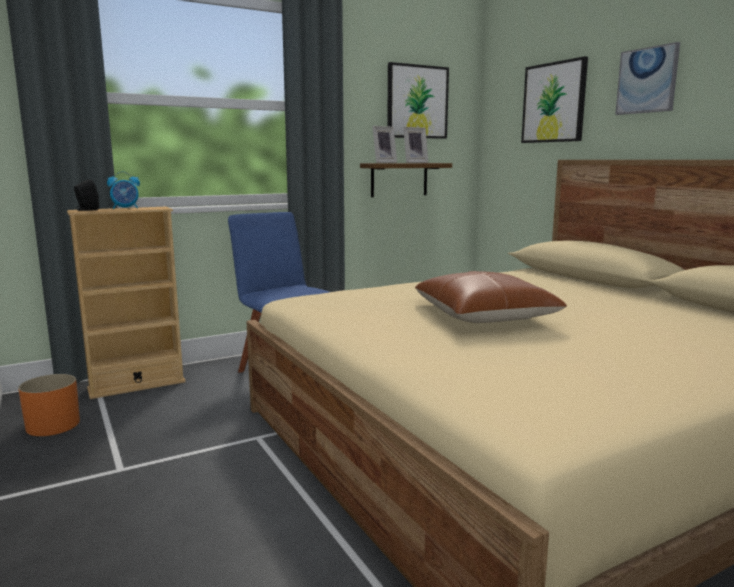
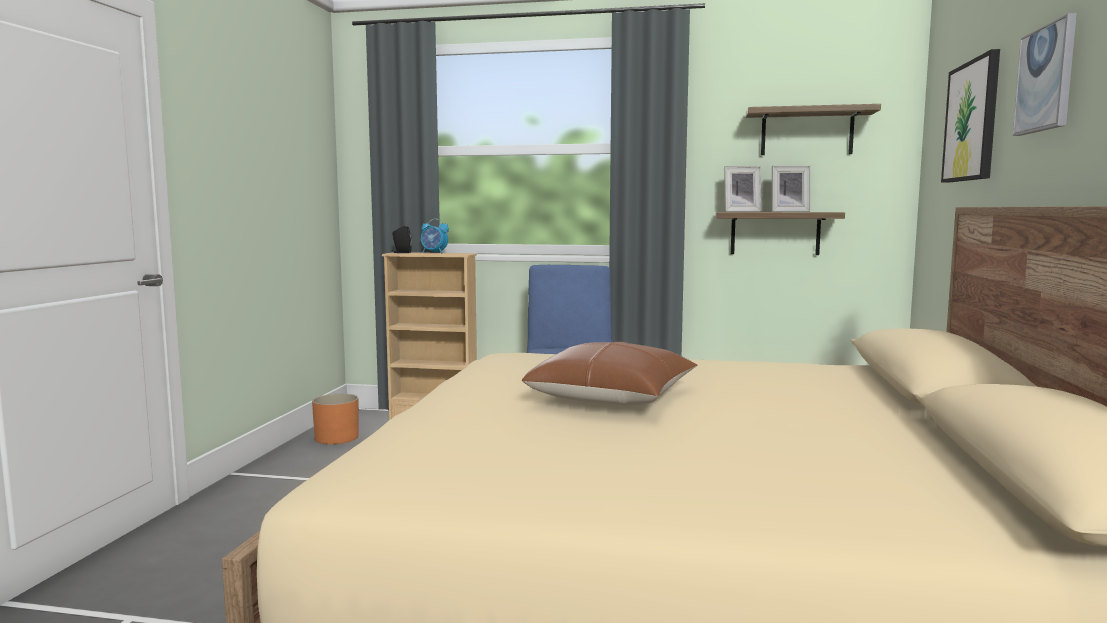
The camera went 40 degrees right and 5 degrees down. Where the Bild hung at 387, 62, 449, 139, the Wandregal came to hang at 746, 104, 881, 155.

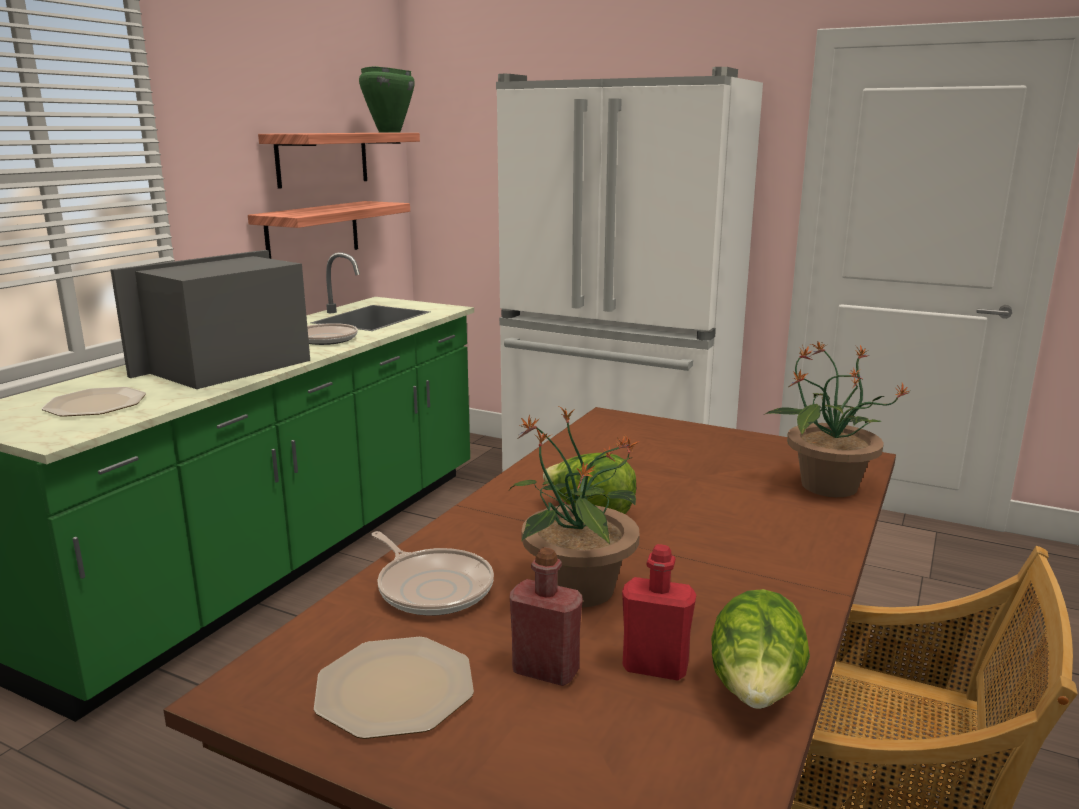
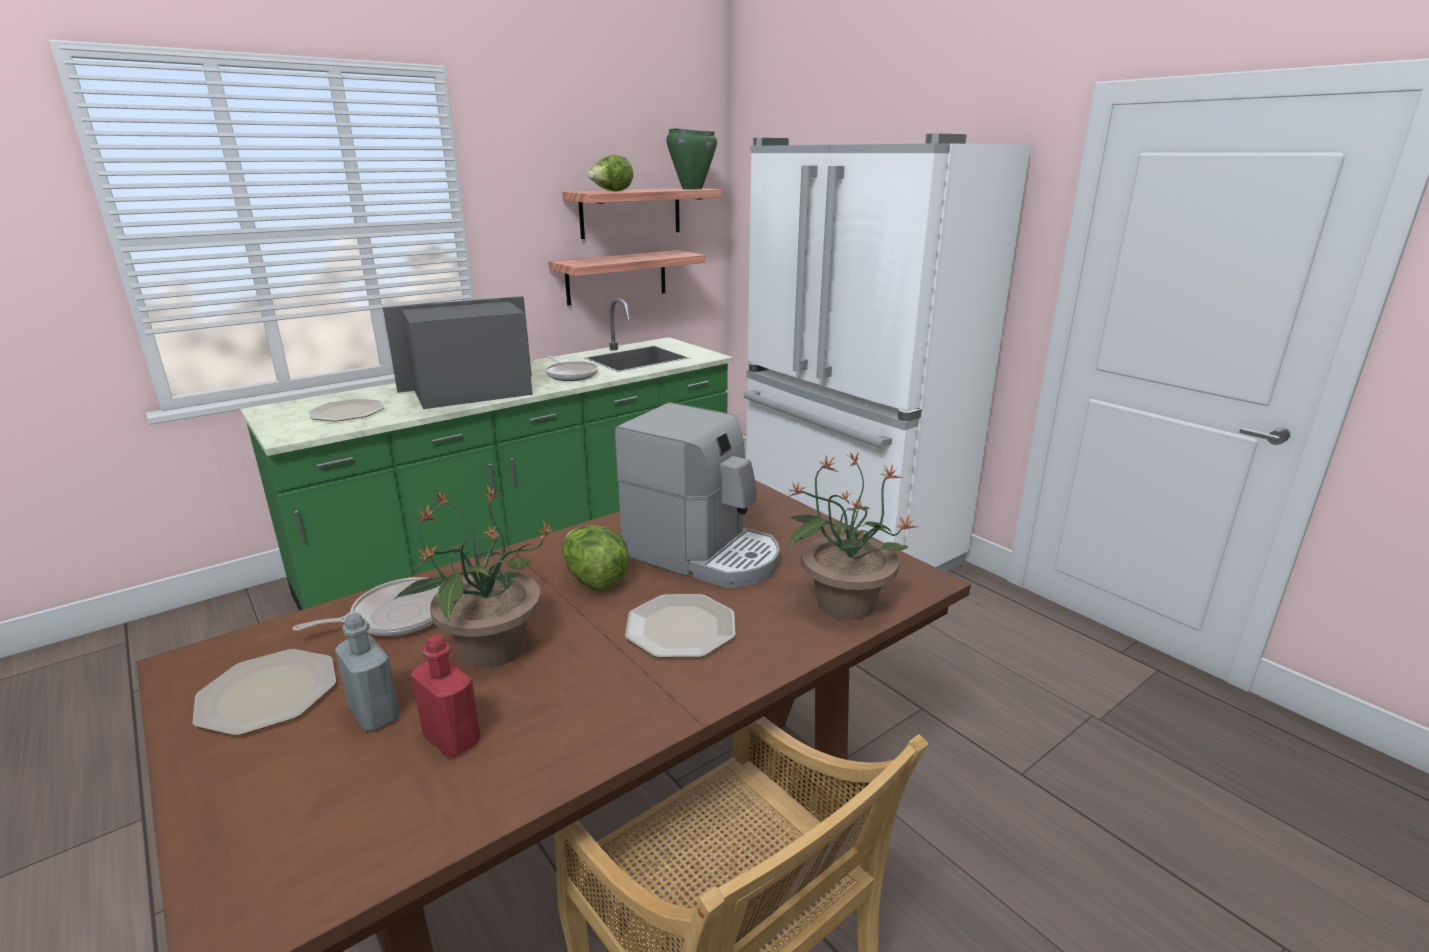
The camera went 25 degrees right and 5 degrees up. The second view gained the Kaffeemaschine at 615, 402, 780, 588. The second view gained the Teller at 625, 594, 736, 658. The Salatkopf ended up elsewhere, having gone from 711, 589, 810, 709 to 588, 155, 633, 192. What was the Flasche (rot) at 510, 547, 583, 686 turned into the Flasche (grau) at 335, 613, 400, 731. The Pfanne at 372, 531, 494, 616 ended up facing another way, 105 degrees counterclockwise from before.

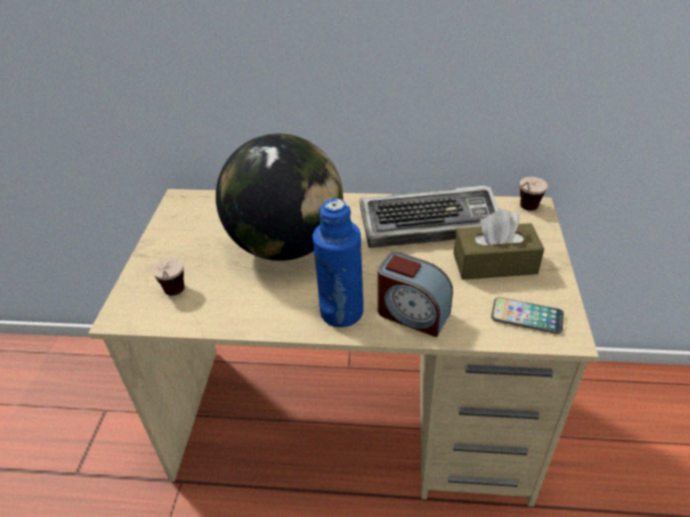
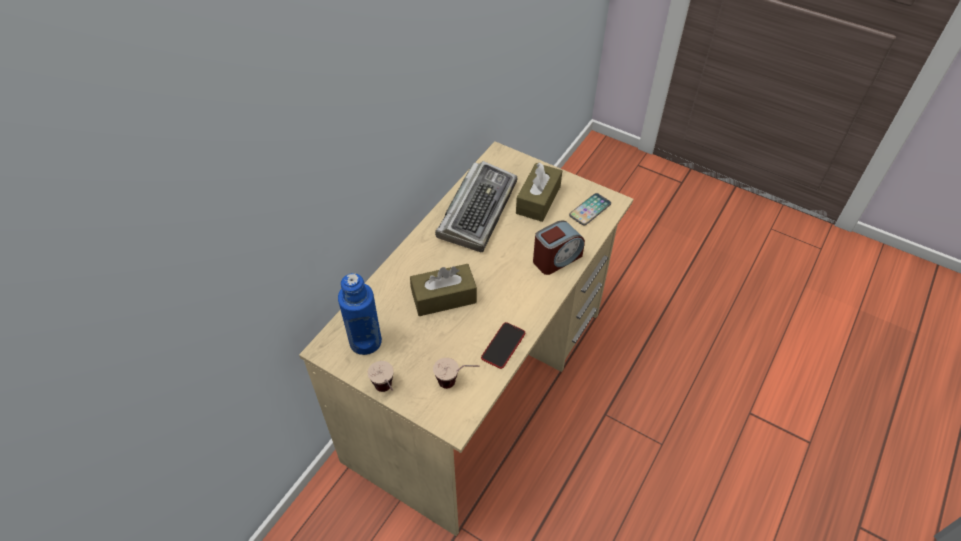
The camera went 65 degrees left and 10 degrees up. The second view gained the Handy at 481, 322, 525, 369. The Flasche (blau) ended up elsewhere, having gone from 313, 198, 363, 327 to 338, 273, 382, 355. The Tasse ended up elsewhere, having gone from 520, 177, 548, 211 to 368, 361, 394, 392. Where the Globus stood at 216, 134, 343, 261, the Taschentuchbox (braun) came to stand at 410, 264, 477, 316.

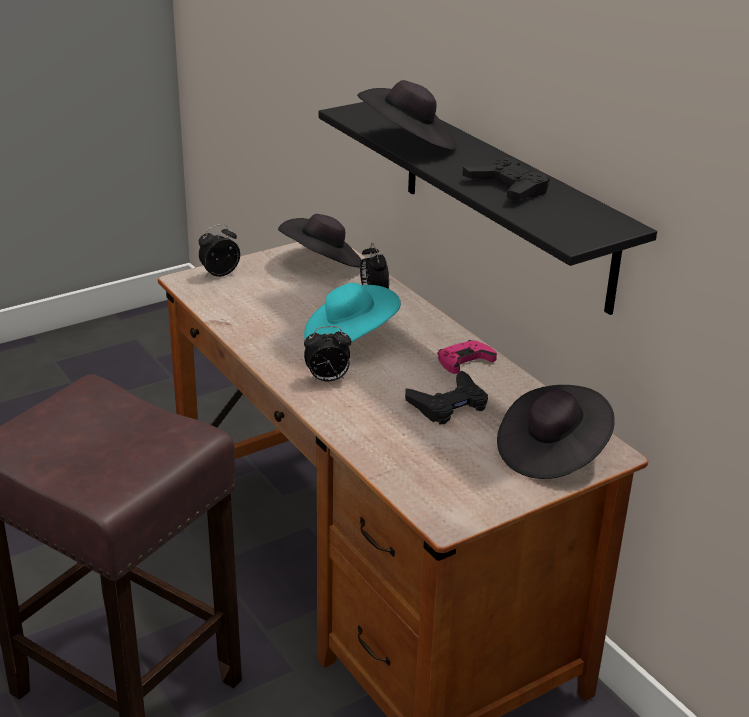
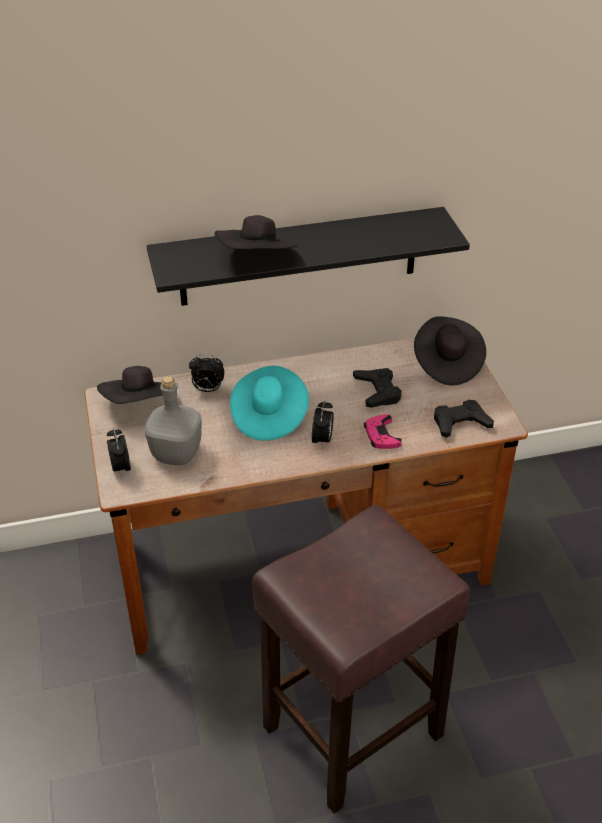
The camera went 70 degrees left and 10 degrees up. The second view gained the Flasche (grau) at 145, 376, 202, 465. The Gamepad (rosa) ended up elsewhere, having gone from 438, 340, 497, 374 to 364, 414, 402, 449. The Gamepad (schwarz) ended up elsewhere, having gone from 462, 157, 550, 200 to 434, 400, 494, 438.

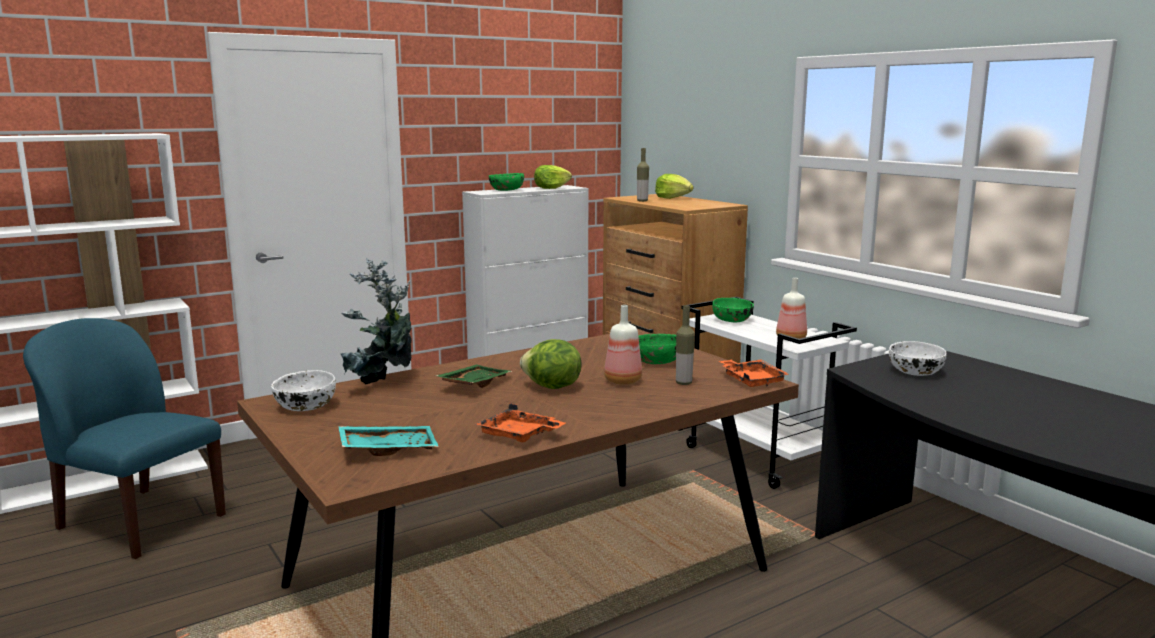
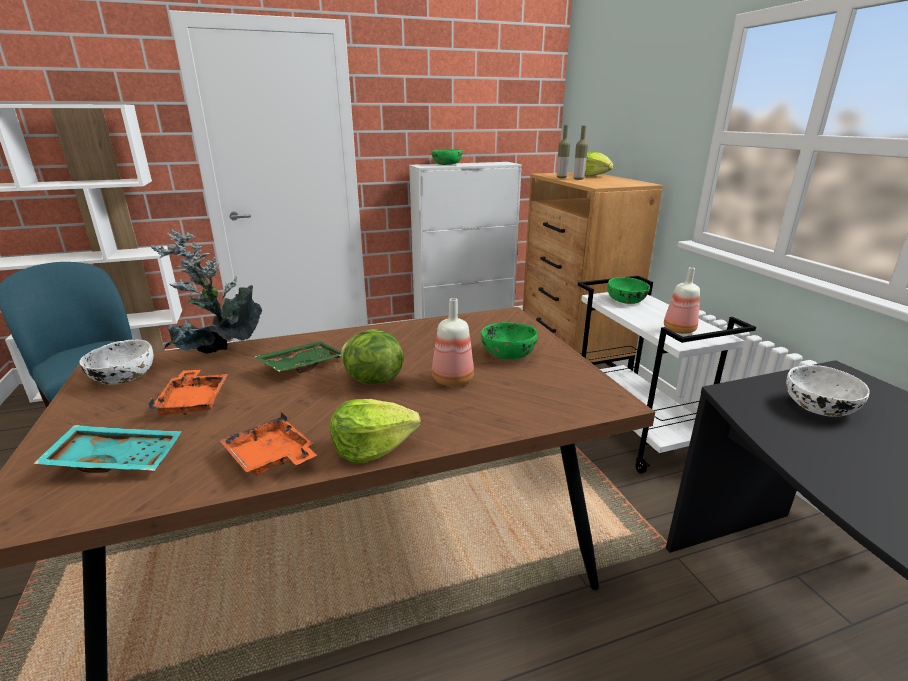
The camera went 15 degrees right and 10 degrees up. The Salatkopf ended up elsewhere, having gone from 534, 165, 572, 189 to 330, 399, 421, 463. The Flasche ended up elsewhere, having gone from 676, 305, 695, 385 to 574, 126, 588, 180. The Tablett (orange) ended up elsewhere, having gone from 719, 359, 789, 387 to 148, 370, 228, 415.

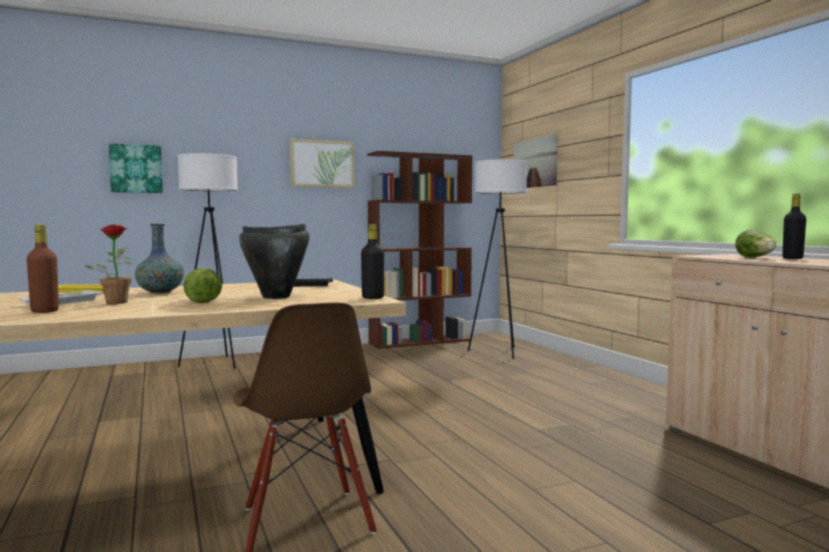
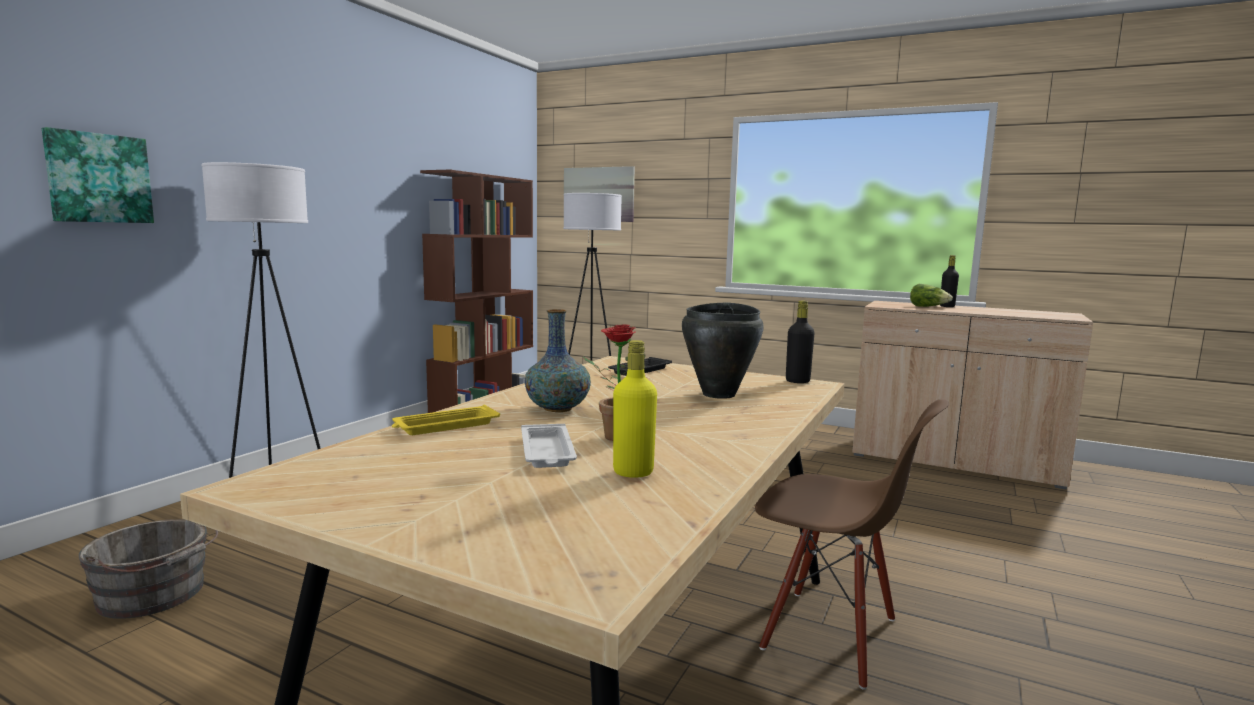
The camera went 40 degrees left and 5 degrees up. The second view lost the Salatkopf at 183, 268, 222, 303. The second view lost the Bild at 290, 139, 354, 188. The second view gained the Eimer (grau) at 79, 519, 218, 619. What was the Flasche (braun) at 27, 225, 59, 313 turned into the Flasche (gelb) at 613, 340, 657, 478.

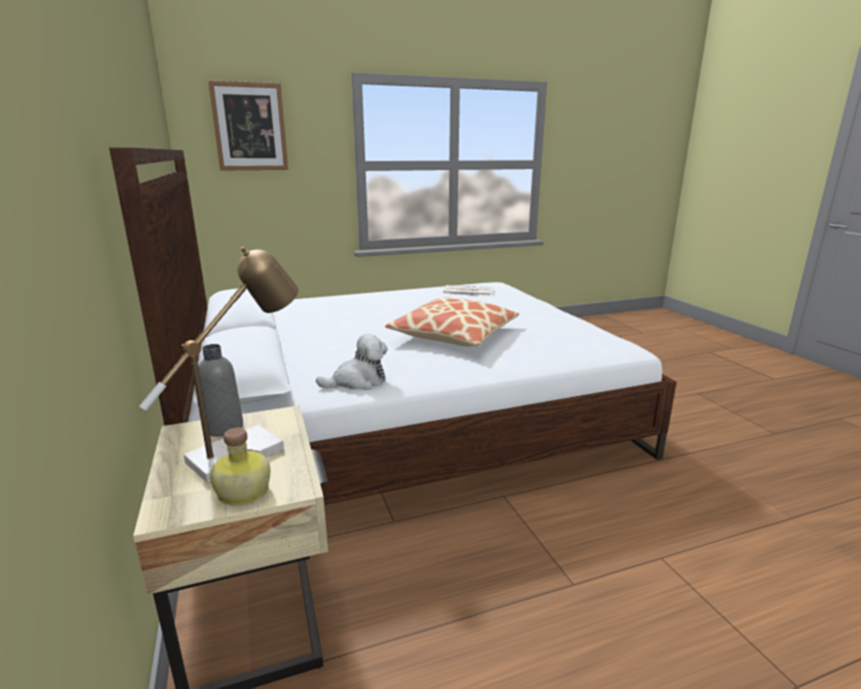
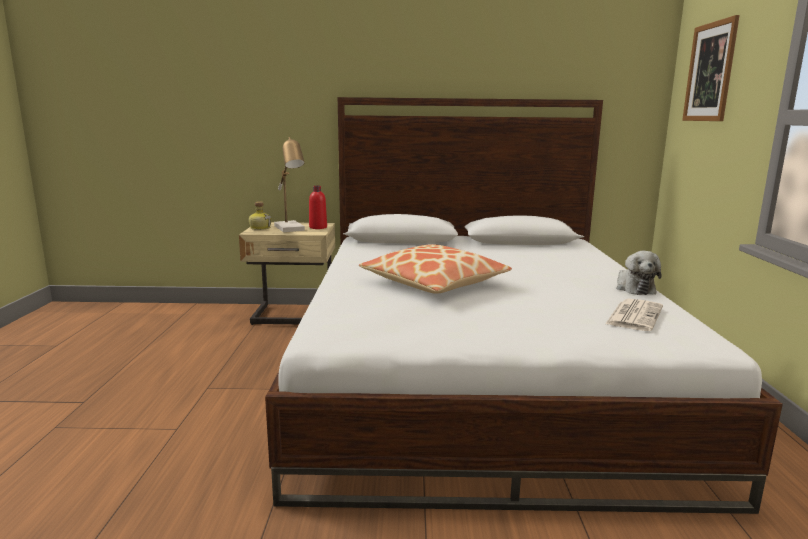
The camera went 110 degrees right and 5 degrees down. The Plüschtier ended up elsewhere, having gone from 316, 334, 388, 390 to 616, 251, 662, 295. What was the Flasche (grau) at 198, 344, 243, 437 turned into the Flasche (rot) at 309, 186, 327, 229.

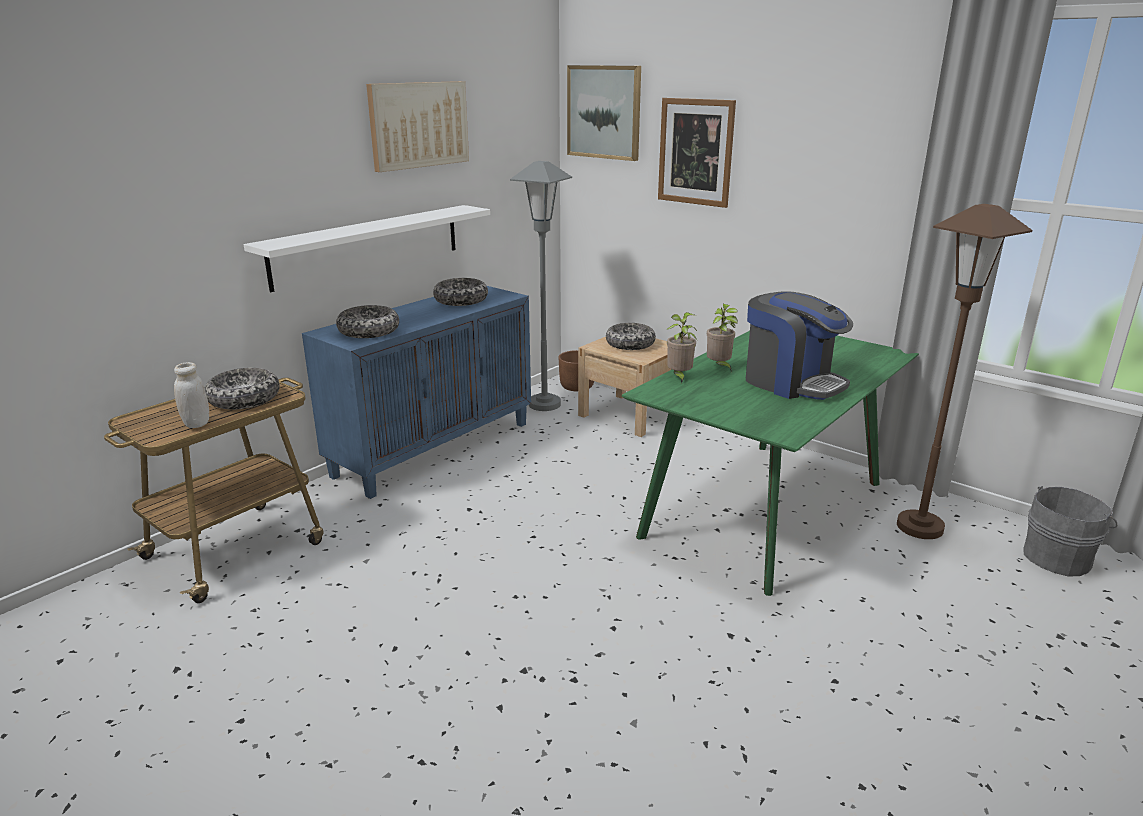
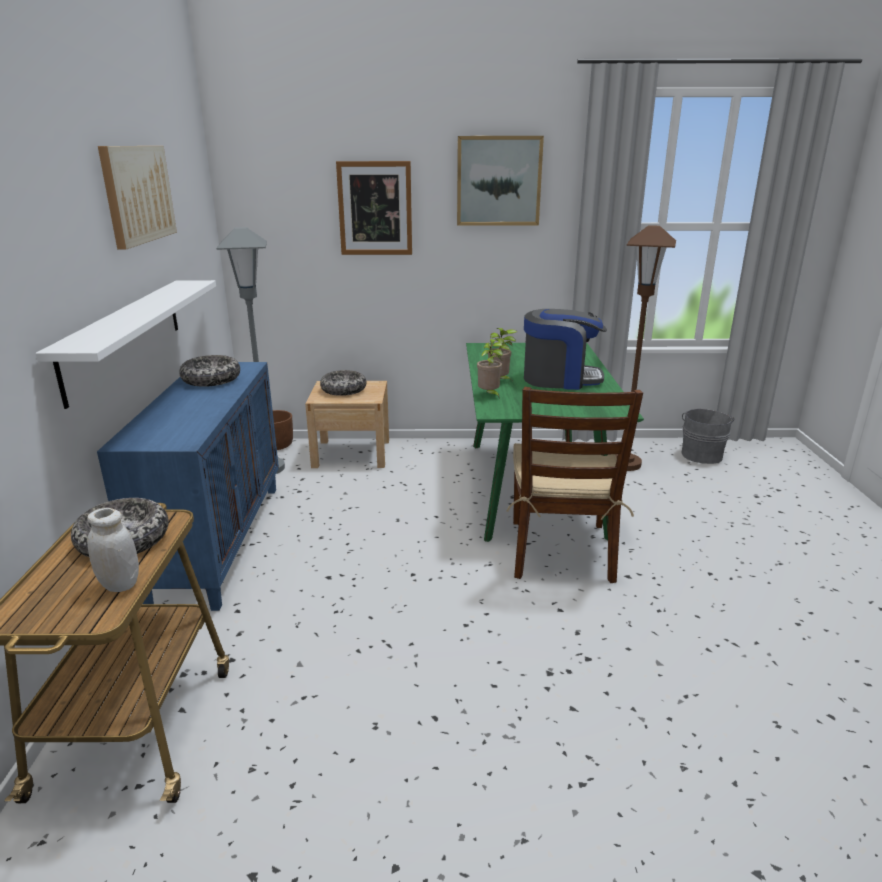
The camera went 40 degrees left and 0 degrees up. The second view lost the Schüssel at 336, 305, 399, 338. The second view gained the Stuhl (braun) at 506, 387, 643, 583. The Bild ended up elsewhere, having gone from 567, 65, 641, 161 to 457, 136, 544, 226.

